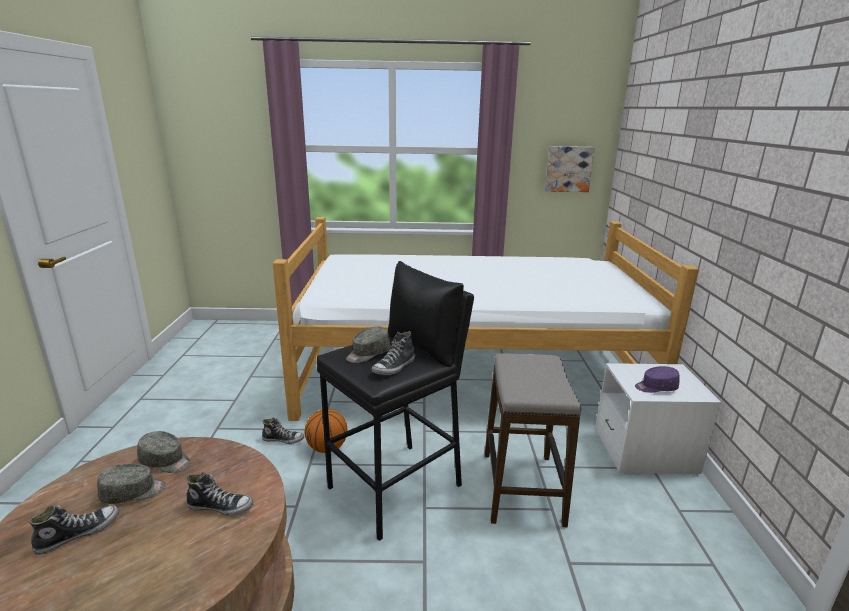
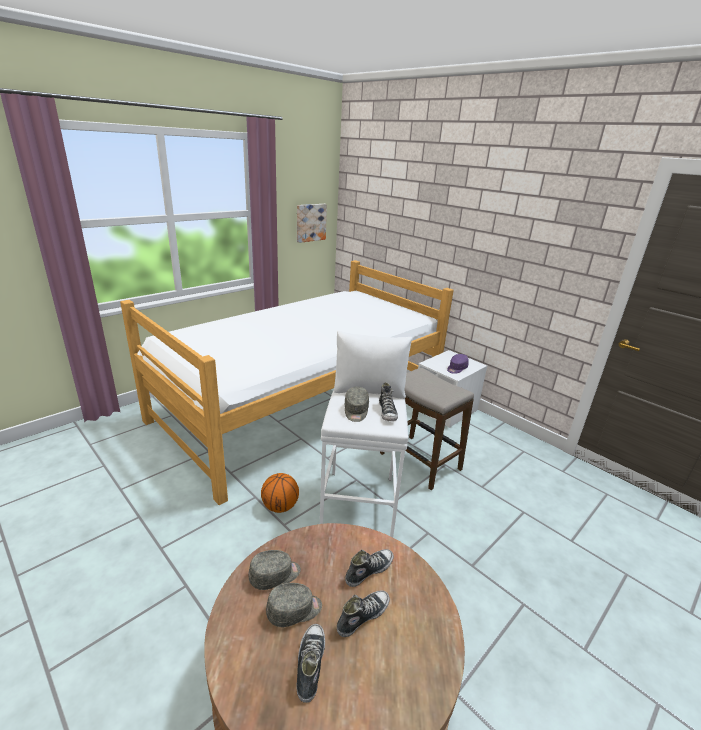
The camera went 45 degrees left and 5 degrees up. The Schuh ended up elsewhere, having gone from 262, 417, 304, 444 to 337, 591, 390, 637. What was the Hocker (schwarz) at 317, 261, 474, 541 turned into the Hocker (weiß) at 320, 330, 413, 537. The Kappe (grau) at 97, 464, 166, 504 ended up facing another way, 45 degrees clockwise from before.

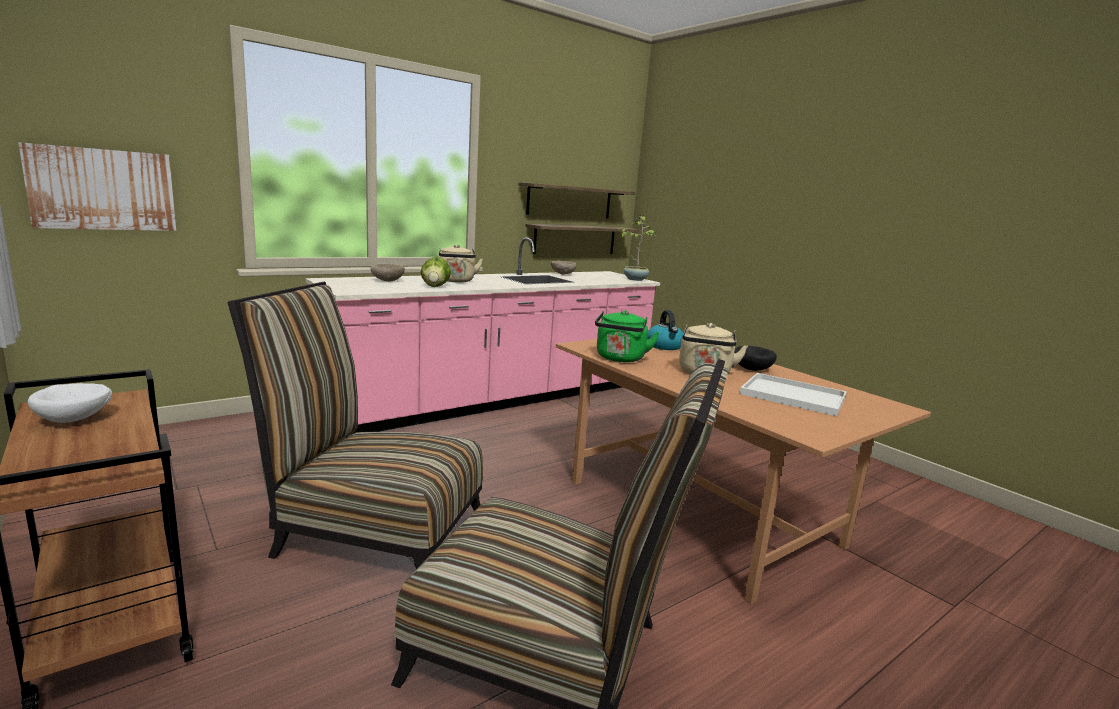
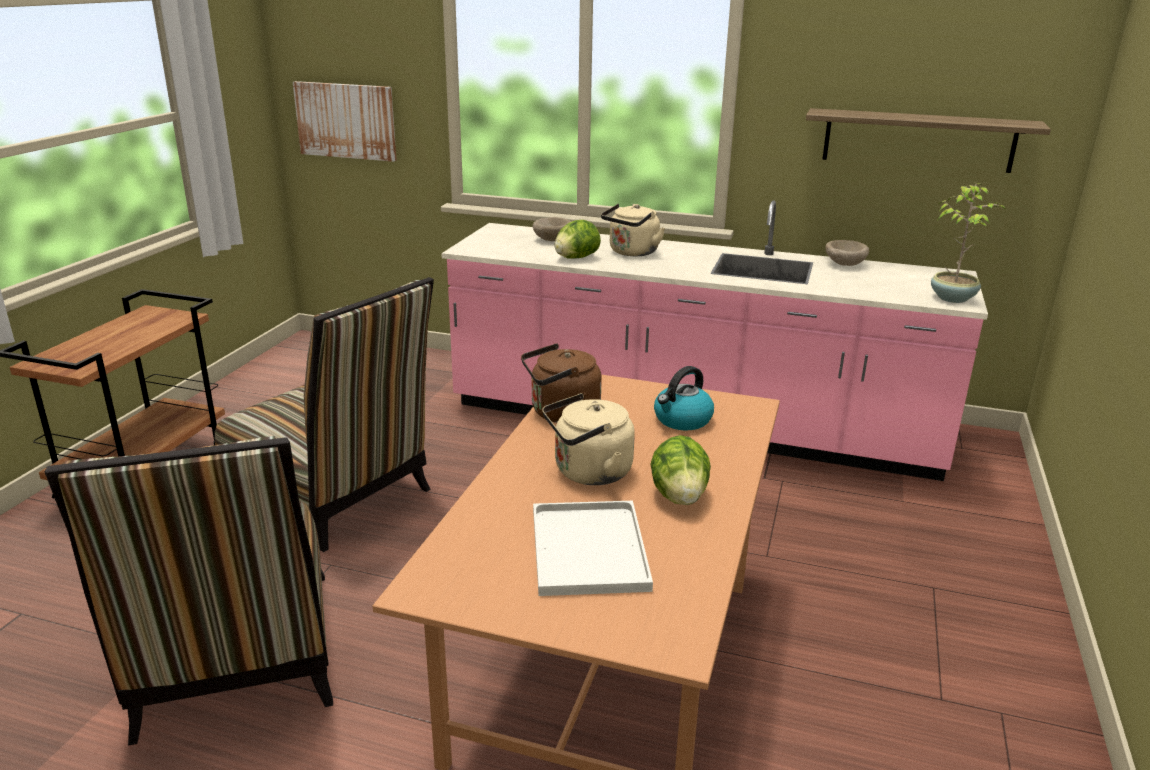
The camera went 55 degrees right and 10 degrees up. The second view lost the Schüssel (weiß) at 28, 383, 112, 423. The second view lost the Wandregal at 525, 224, 639, 254. Where the Schüssel (schwarz) stood at 734, 346, 777, 371, the Salatkopf came to stand at 650, 435, 711, 505. What was the Wasserkessel (grün) at 595, 310, 660, 362 turned into the Wasserkessel (braun) at 521, 343, 602, 423. The Stuhl at 228, 281, 483, 569 ended up facing another way, 150 degrees clockwise from before.

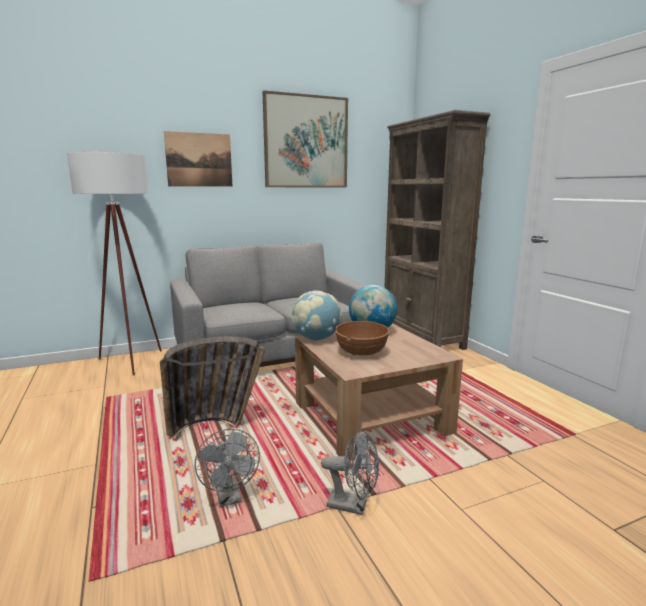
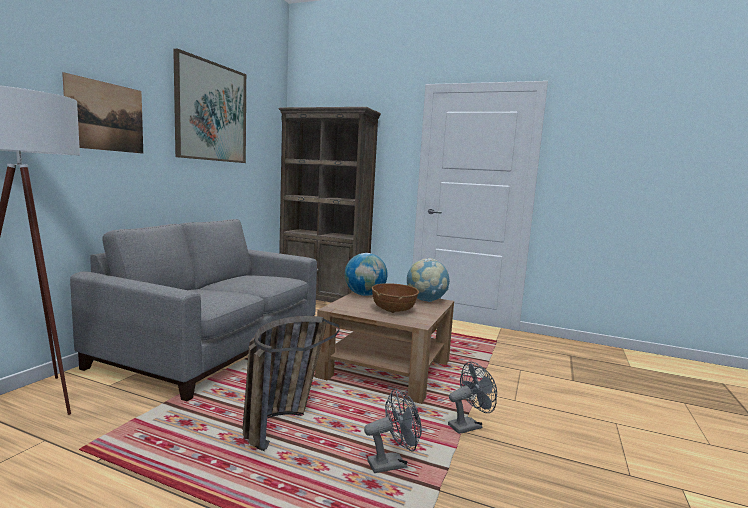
The camera went 45 degrees left and 5 degrees down. The Globus ended up elsewhere, having gone from 291, 291, 342, 341 to 407, 258, 450, 302. The Ventilator (grau) at 195, 429, 260, 507 ended up facing another way, 45 degrees counterclockwise from before.

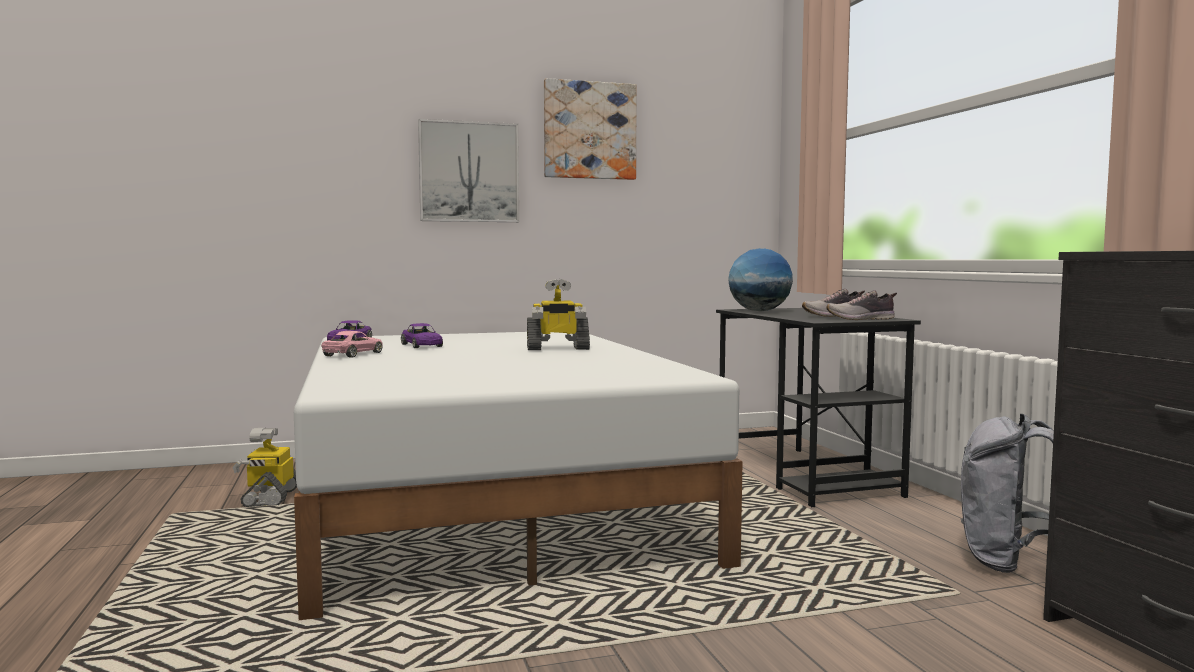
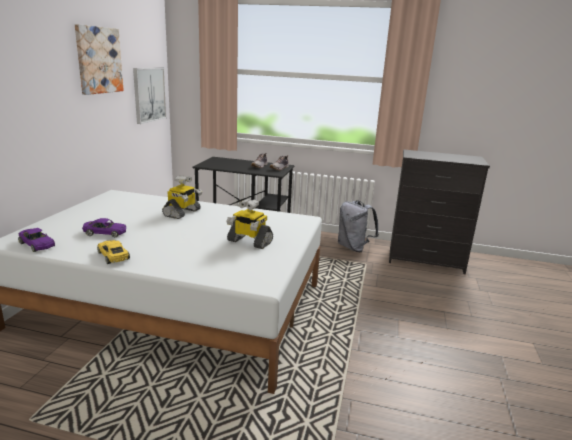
The camera went 60 degrees left and 15 degrees up. The second view lost the Globus at 728, 248, 793, 312. The Spielzeugroboter ended up elsewhere, having gone from 233, 428, 297, 507 to 227, 199, 273, 249. The Bild ended up elsewhere, having gone from 418, 119, 519, 222 to 133, 68, 167, 124. What was the Spielzeugauto (rosa) at 321, 331, 383, 358 turned into the Spielzeugauto (gelb) at 97, 240, 130, 264.

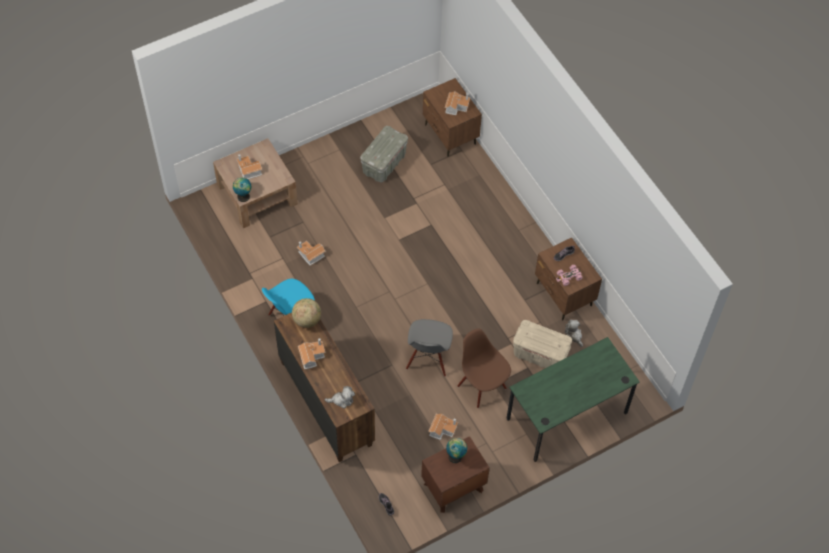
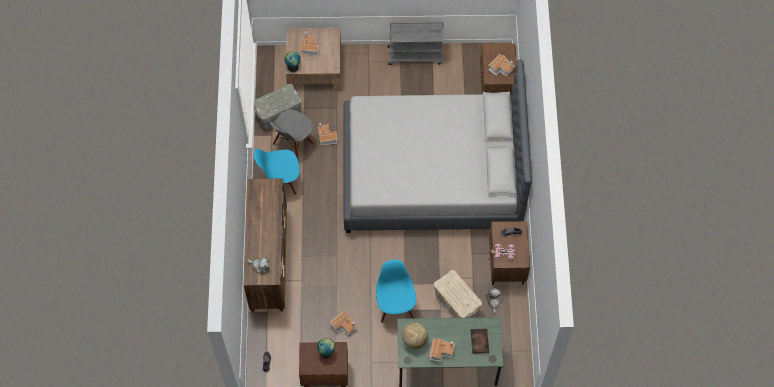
The camera went 30 degrees right and 5 degrees up. The second view gained the Bett (grau) at 344, 59, 532, 233. The second view gained the Rollwagen (grau) at 388, 21, 444, 65. The second view gained the Buch at 471, 329, 489, 354. The Globus ended up elsewhere, having gone from 292, 298, 321, 328 to 402, 322, 428, 349. The Spielzeughaus ended up elsewhere, having gone from 298, 338, 326, 369 to 429, 338, 455, 362. The Aufbewahrungsbox (grau) ended up elsewhere, having gone from 360, 126, 408, 182 to 254, 84, 302, 129. The Stuhl (grau) ended up elsewhere, having gone from 406, 319, 453, 377 to 270, 109, 314, 162. What was the Stuhl (braun) at 457, 329, 511, 408 turned into the Stuhl (blau) at 376, 260, 416, 322.

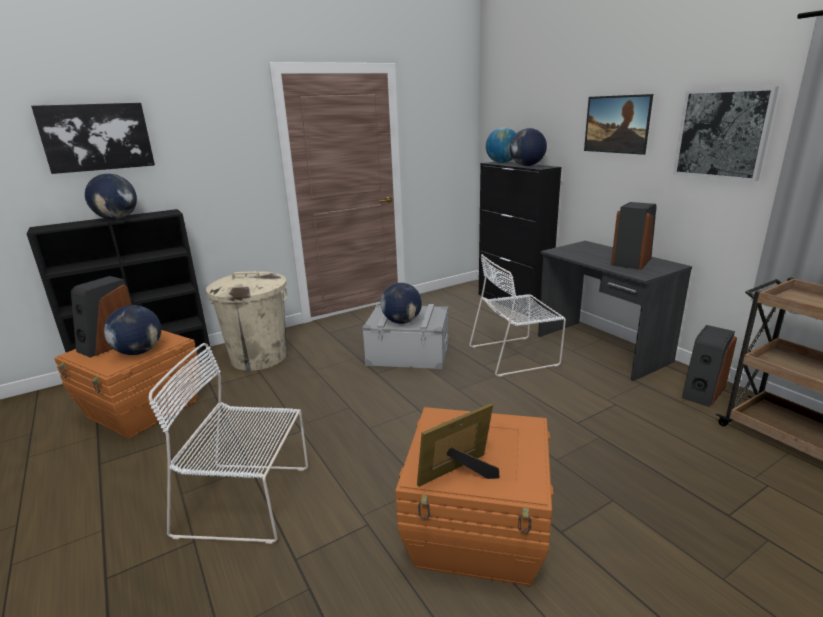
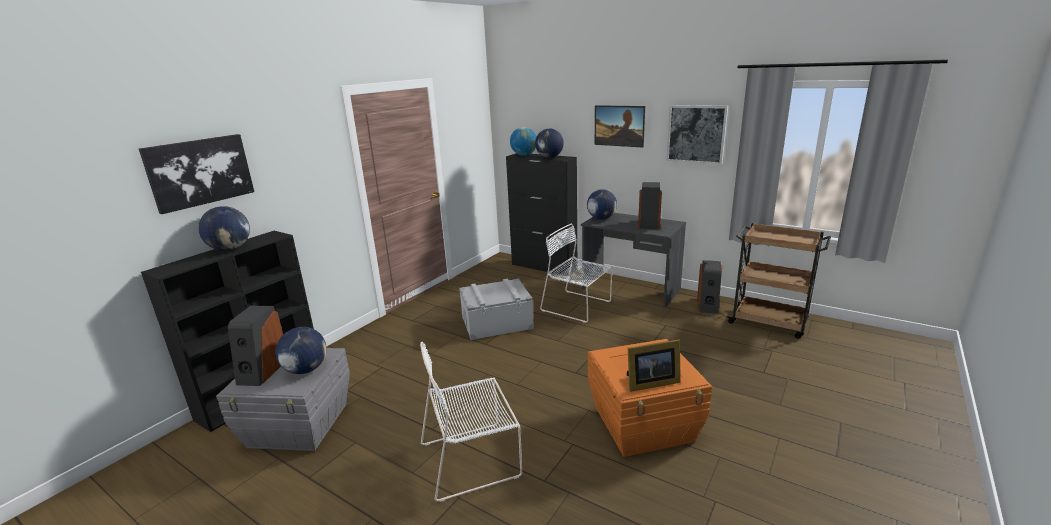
The camera went 25 degrees left and 0 degrees up. The second view lost the Mülleimer (beige) at 206, 271, 287, 371. The Globus ended up elsewhere, having gone from 381, 283, 422, 324 to 587, 189, 617, 219. What was the Aufbewahrungsbox (orange) at 54, 330, 200, 439 turned into the Aufbewahrungsbox (grau) at 216, 348, 350, 451. The Bilderrahmen at 417, 403, 500, 487 ended up facing another way, 135 degrees counterclockwise from before. The Stuhl (weiß) at 469, 254, 566, 377 ended up facing another way, 75 degrees clockwise from before.

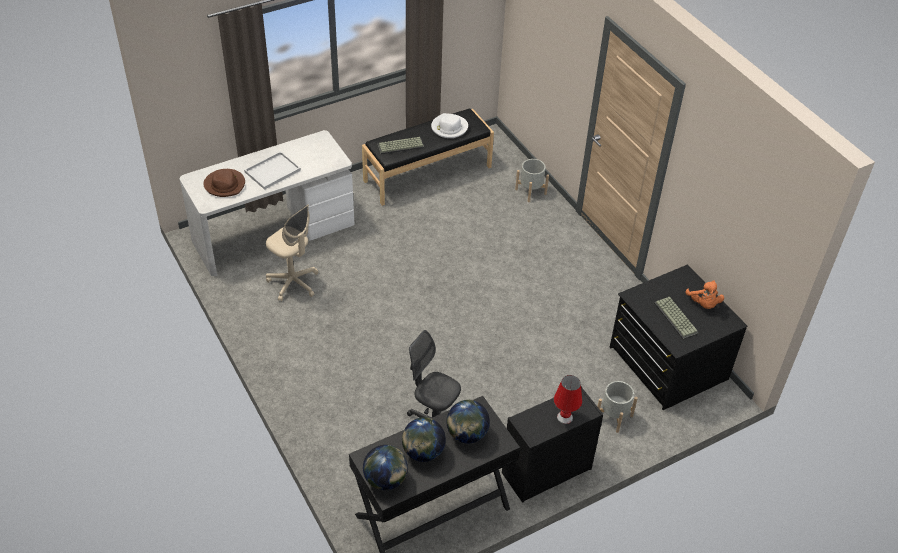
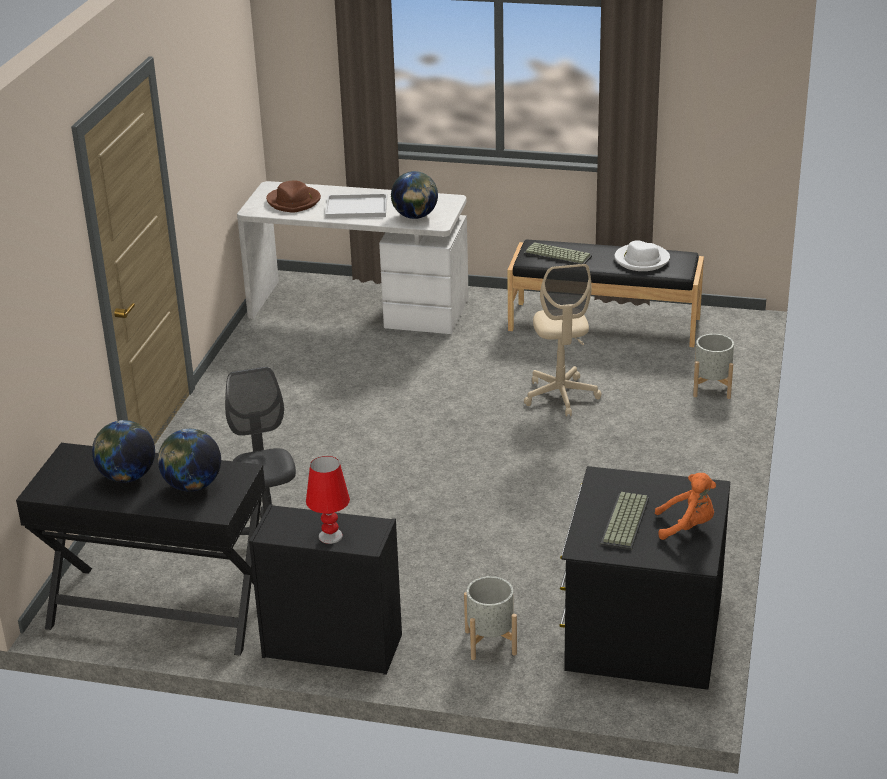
The camera went 45 degrees right and 15 degrees down. The Bürostuhl (beige) ended up elsewhere, having gone from 266, 204, 318, 301 to 524, 264, 601, 417. The Globus ended up elsewhere, having gone from 363, 445, 408, 490 to 391, 171, 438, 219. The Plüschtier (orange) at 686, 280, 724, 309 ended up facing another way, 120 degrees counterclockwise from before.

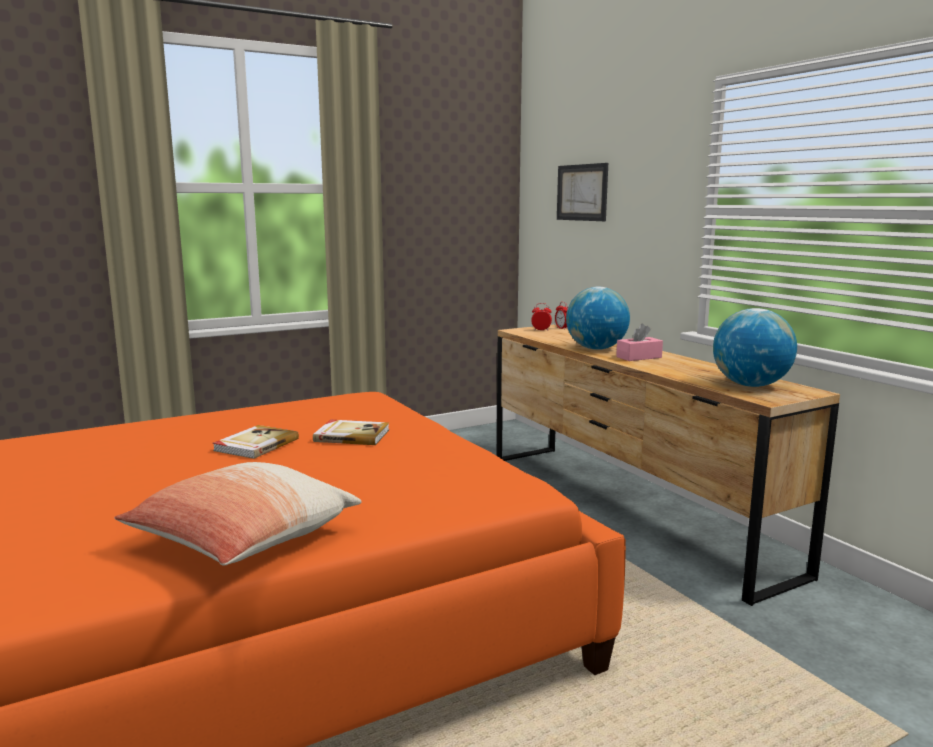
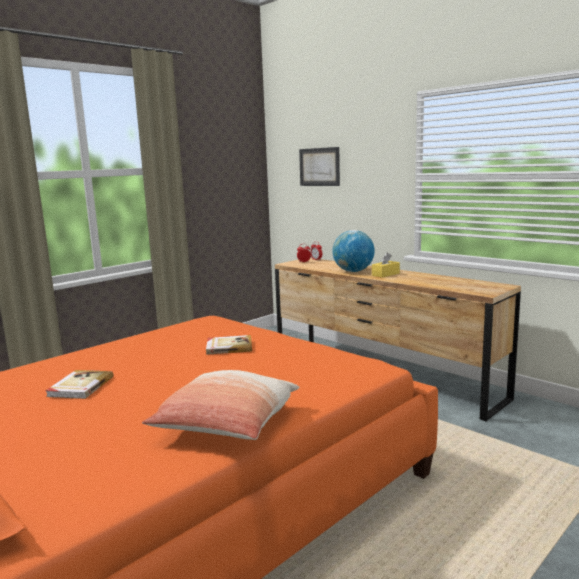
The camera went 15 degrees left and 0 degrees up. The second view lost the Globus at 713, 308, 797, 387. The Buch ended up elsewhere, having gone from 212, 425, 299, 459 to 45, 370, 113, 399. What was the Taschentuchbox (rosa) at 616, 324, 663, 361 turned into the Taschentuchbox (gelb) at 372, 252, 400, 278.

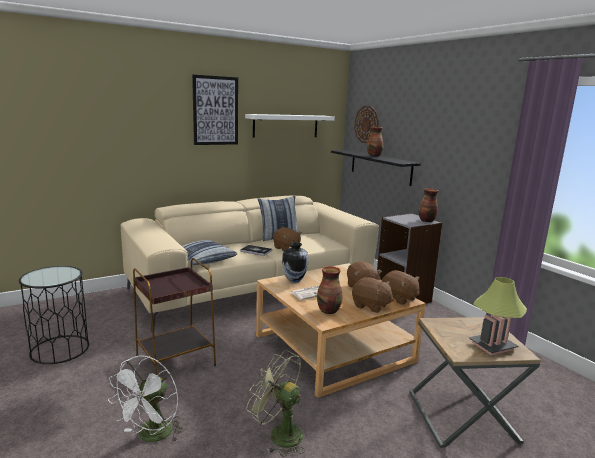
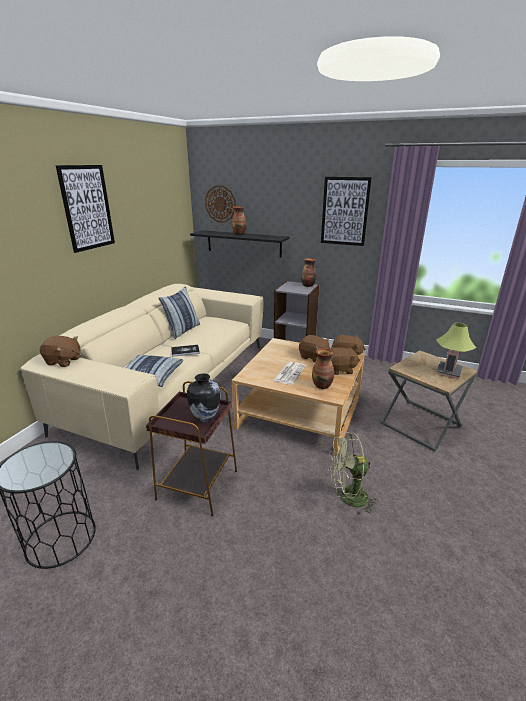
The camera went 35 degrees left and 10 degrees up. The second view lost the Ventilator (weiß) at 108, 355, 184, 443. The second view lost the Wandregal (weiß) at 245, 114, 335, 138. The second view gained the Bild at 321, 177, 372, 246. The Plüschtier (braun) ended up elsewhere, having gone from 273, 227, 302, 251 to 40, 336, 80, 367. The Vase ended up elsewhere, having gone from 282, 242, 308, 283 to 187, 373, 221, 422.

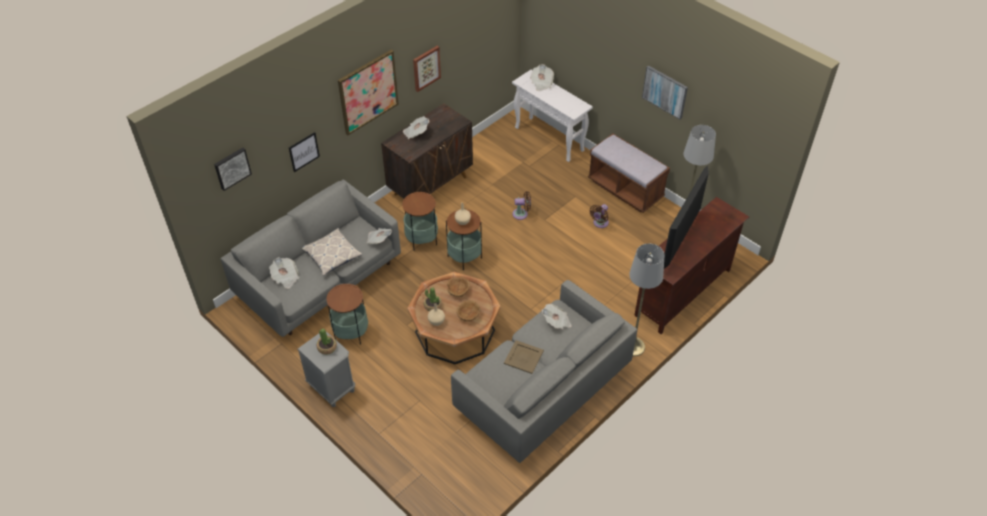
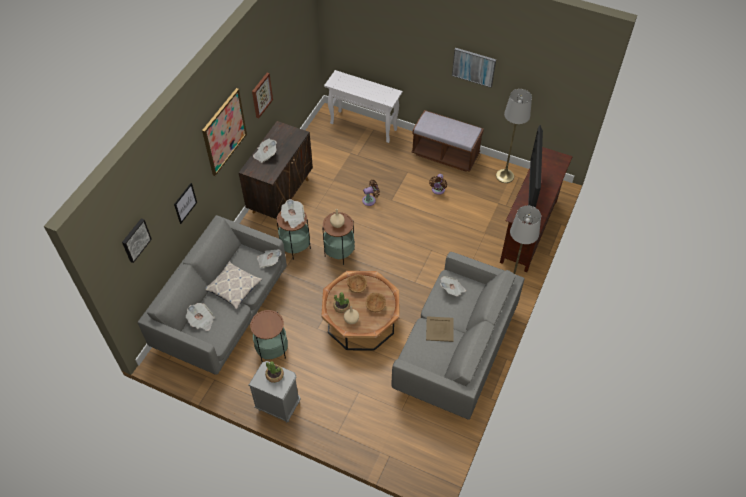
The camera went 20 degrees left and 5 degrees up. The Zeitung ended up elsewhere, having gone from 530, 64, 554, 91 to 281, 199, 305, 228.

